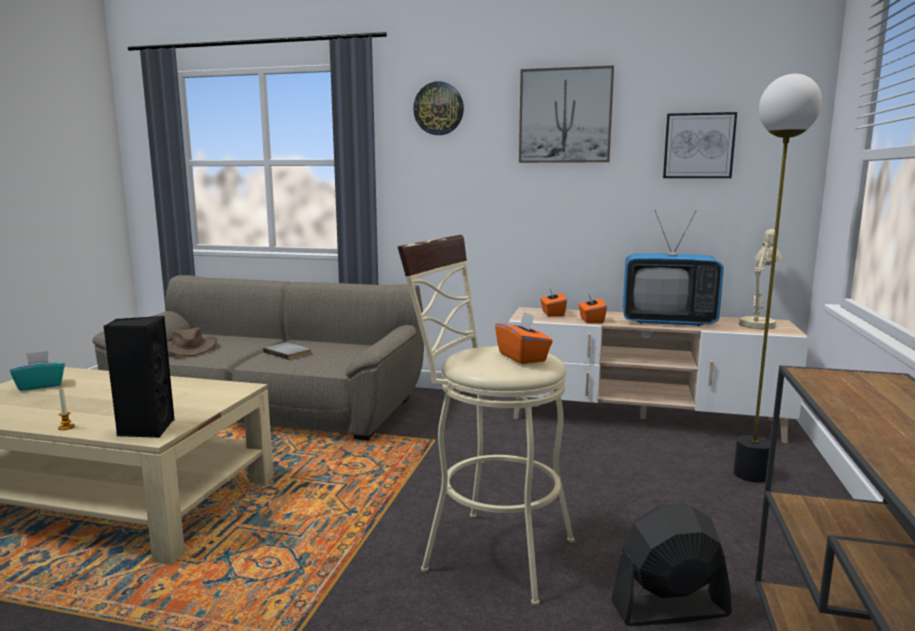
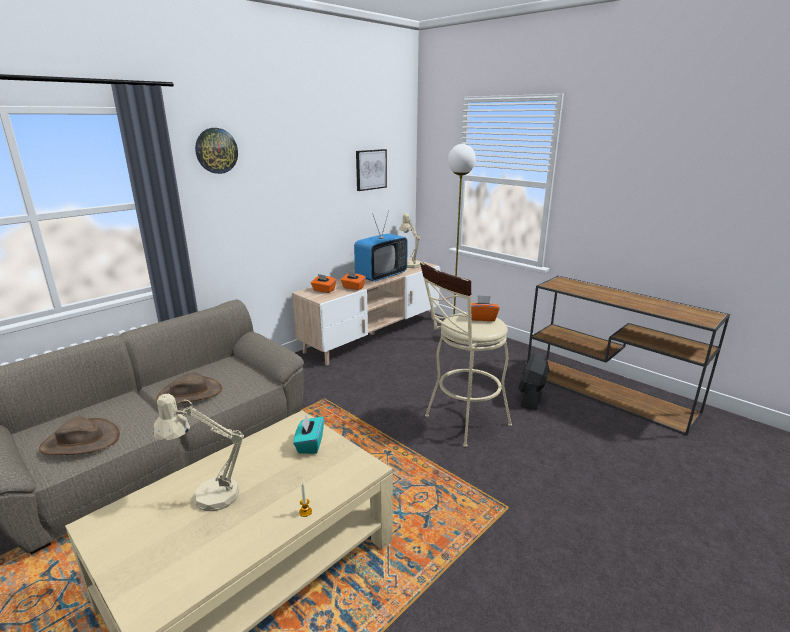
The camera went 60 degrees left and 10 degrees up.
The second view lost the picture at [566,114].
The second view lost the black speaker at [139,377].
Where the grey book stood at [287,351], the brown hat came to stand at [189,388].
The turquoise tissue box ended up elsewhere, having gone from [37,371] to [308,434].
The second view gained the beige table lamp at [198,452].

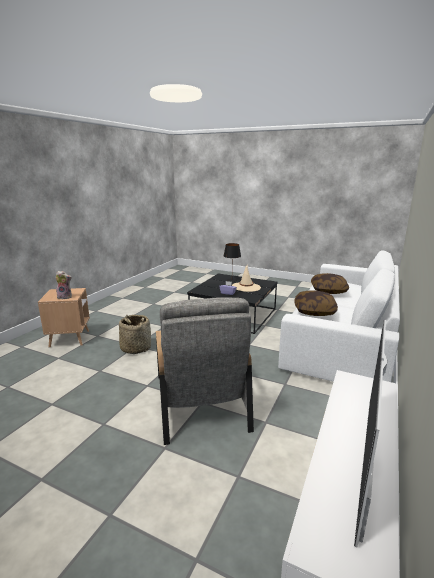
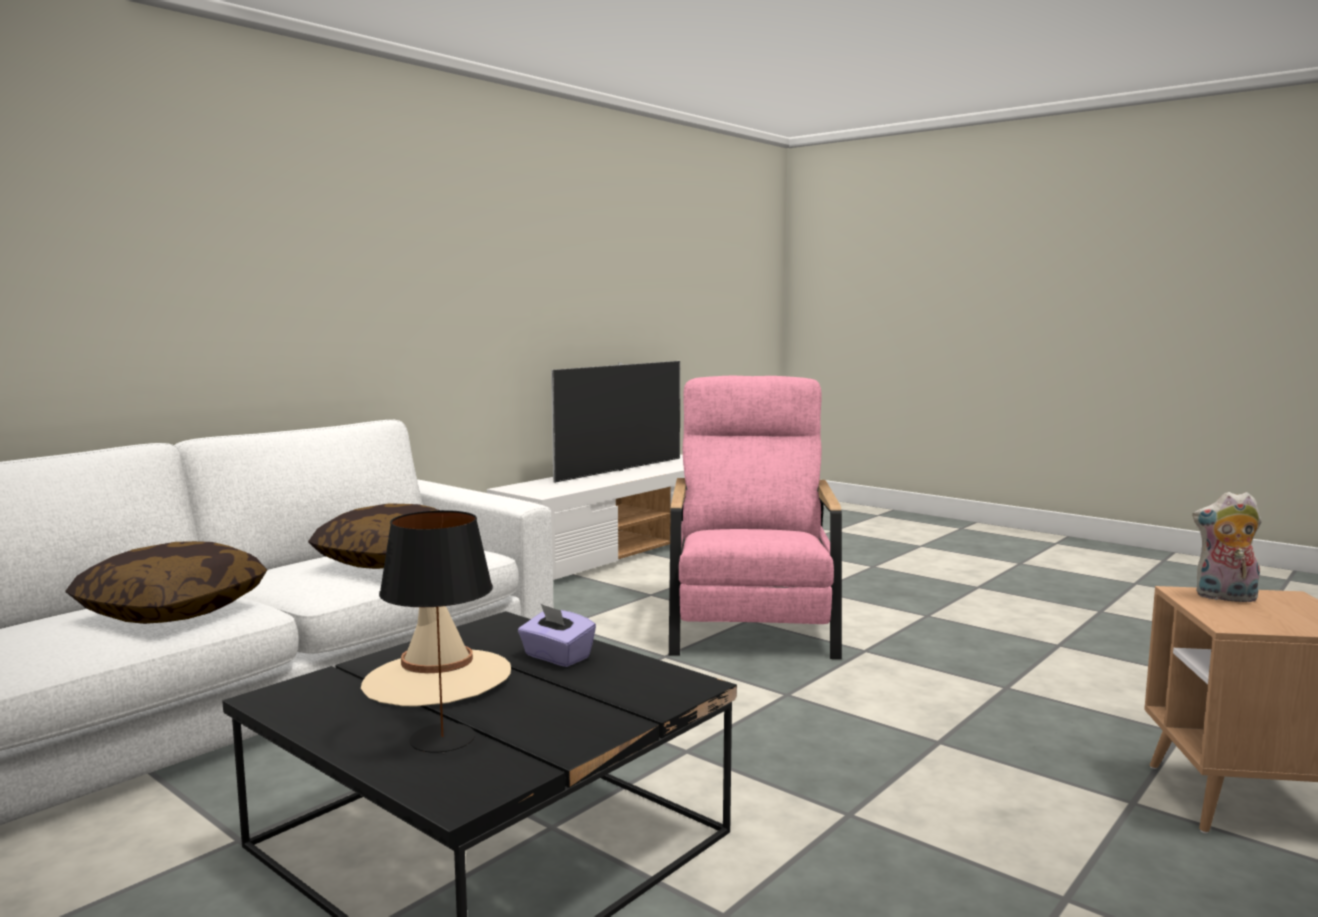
The camera went 165 degrees left and 10 degrees down.
What was the grey armchair at [205,371] turned into the pink armchair at [755,517].
The second view lost the basket at [135,334].

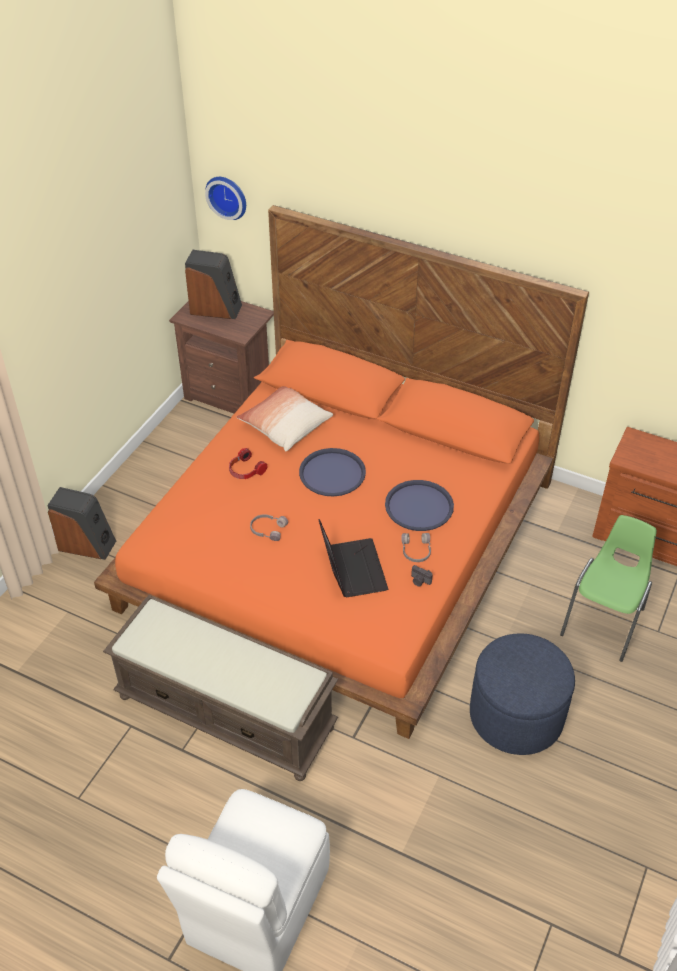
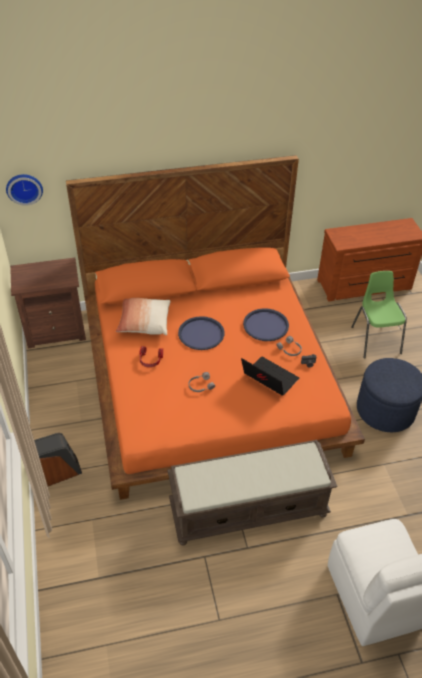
The camera went 40 degrees left and 0 degrees up.
The second view lost the speaker at [213,284].

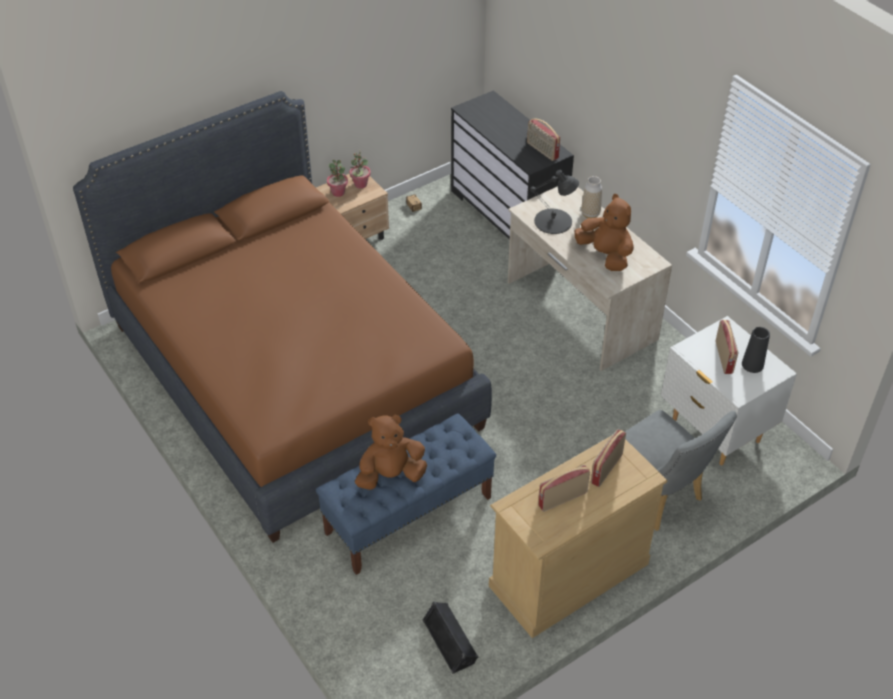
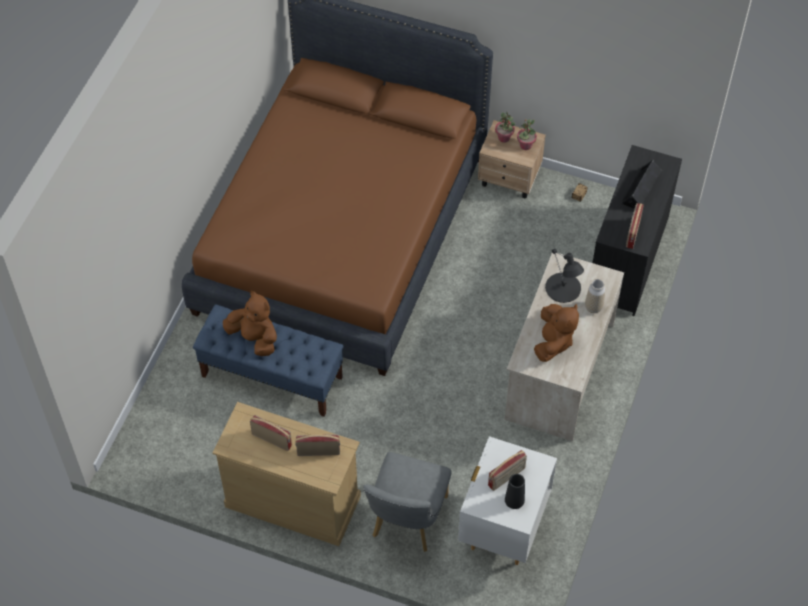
The camera went 55 degrees right and 10 degrees up.
The black speaker ended up elsewhere, having gone from [450,637] to [641,184].

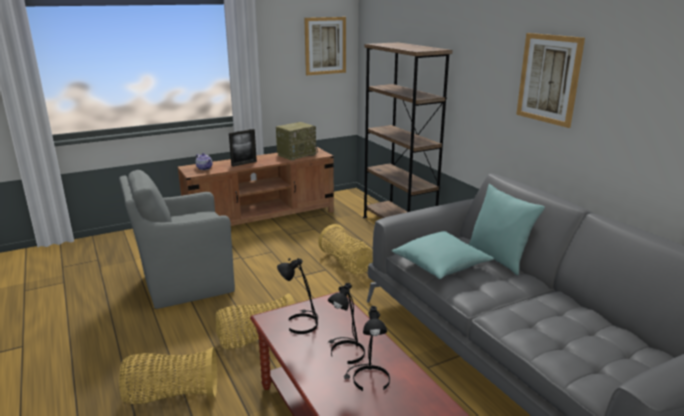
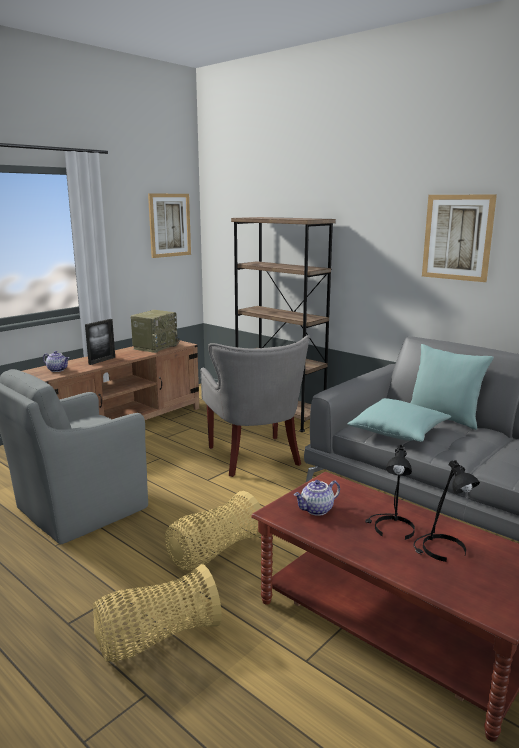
The camera went 20 degrees left and 5 degrees down.
Where the basket stood at [345,249], the grey armchair came to stand at [255,406].
Where the black table lamp stood at [297,296], the teapot came to stand at [317,498].

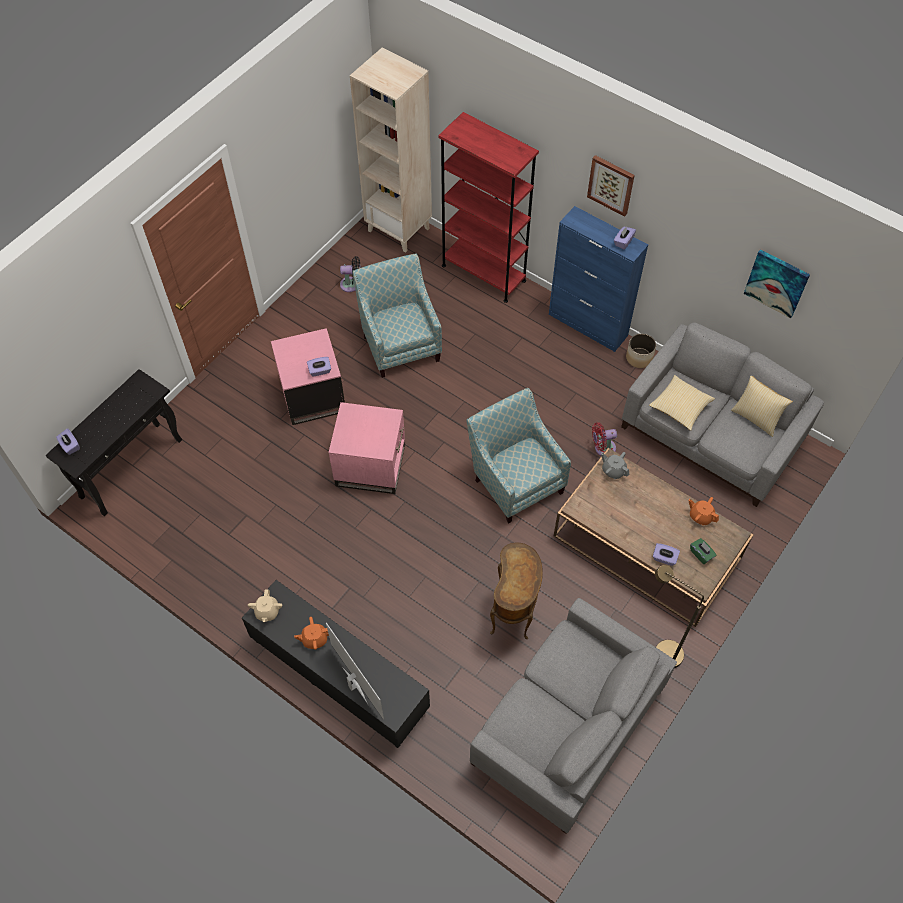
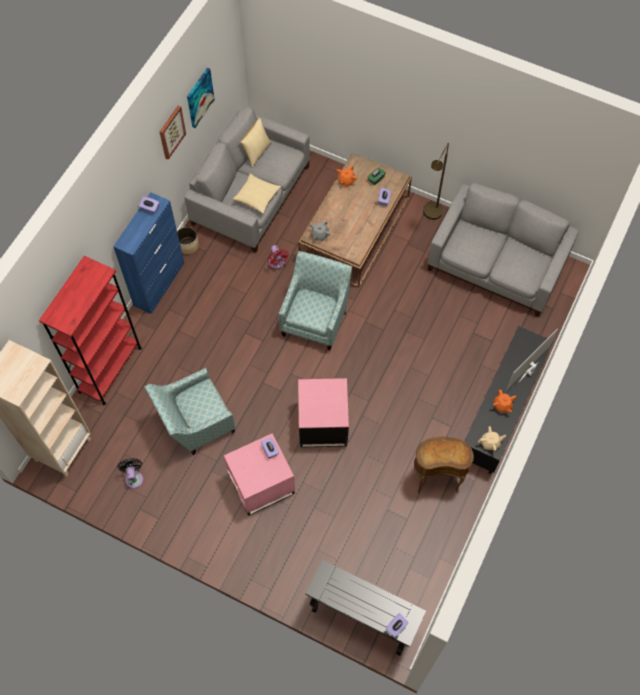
The camera went 100 degrees left and 5 degrees up.
The picture ended up elsewhere, having gone from [611,186] to [172,132].
The armchair at [519,455] ended up facing another way, 150 degrees clockwise from before.
The brown side table ended up elsewhere, having gone from [516,590] to [444,465].

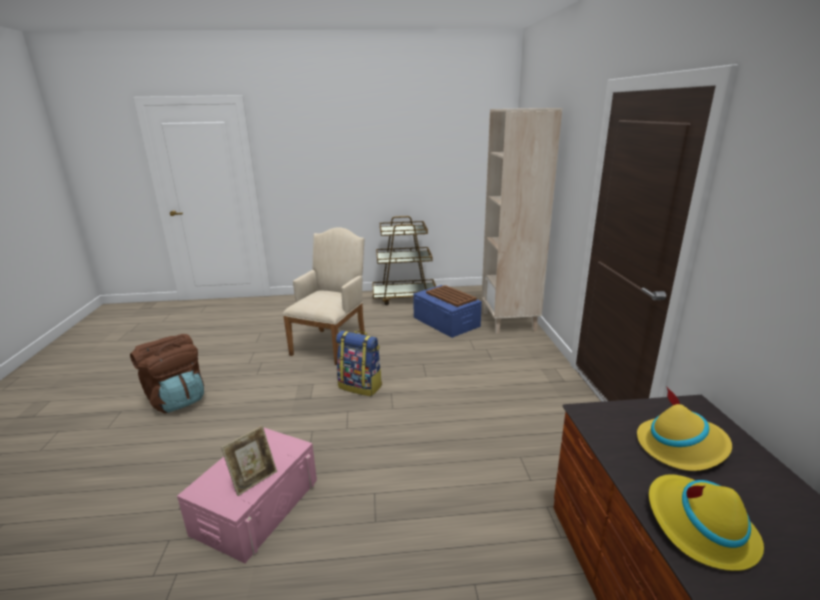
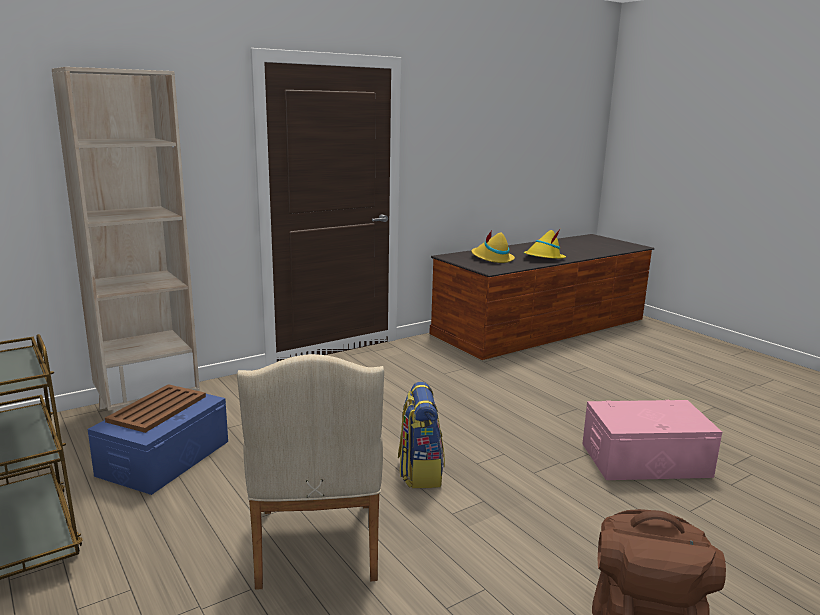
The camera went 120 degrees left and 5 degrees down.
The beige armchair at [323,296] ended up facing another way, 90 degrees counterclockwise from before.
The second view lost the picture frame at [249,461].

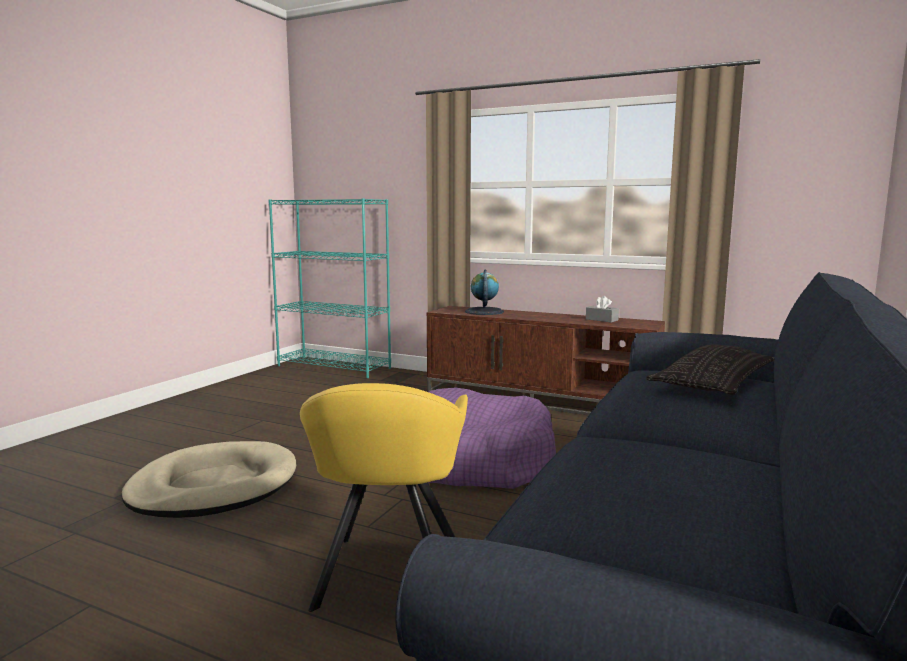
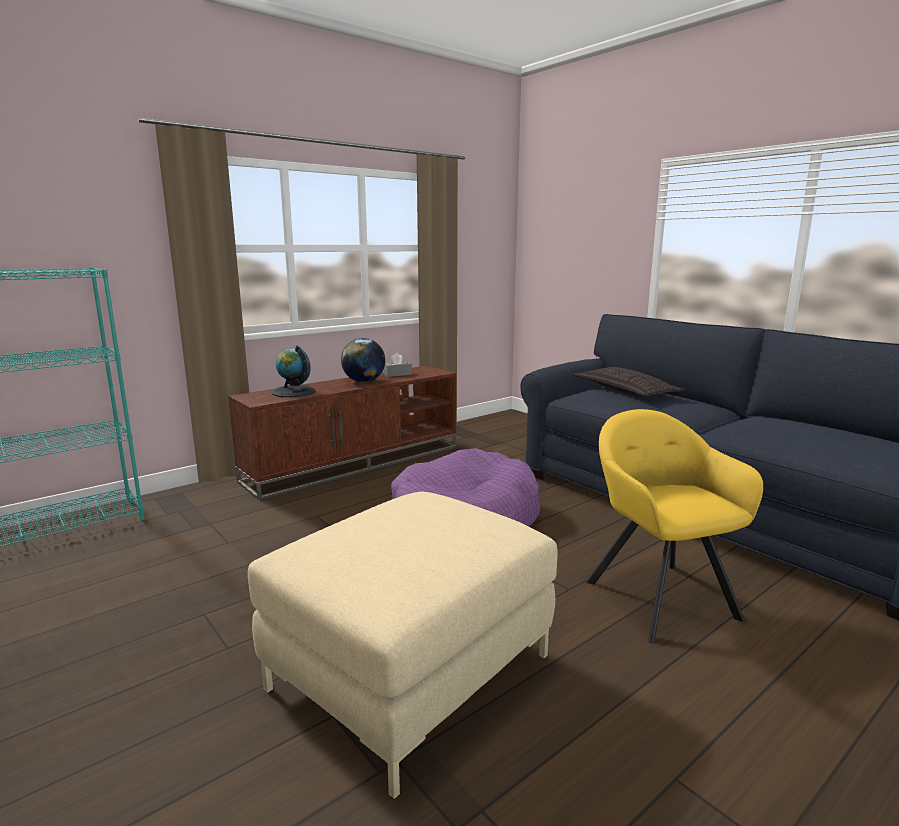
The camera went 65 degrees left and 5 degrees up.
The yellow armchair at [384,497] ended up facing another way, 135 degrees counterclockwise from before.
Where the beige dog bed stood at [209,479], the beige ottoman came to stand at [403,645].
The second view gained the globe at [363,360].

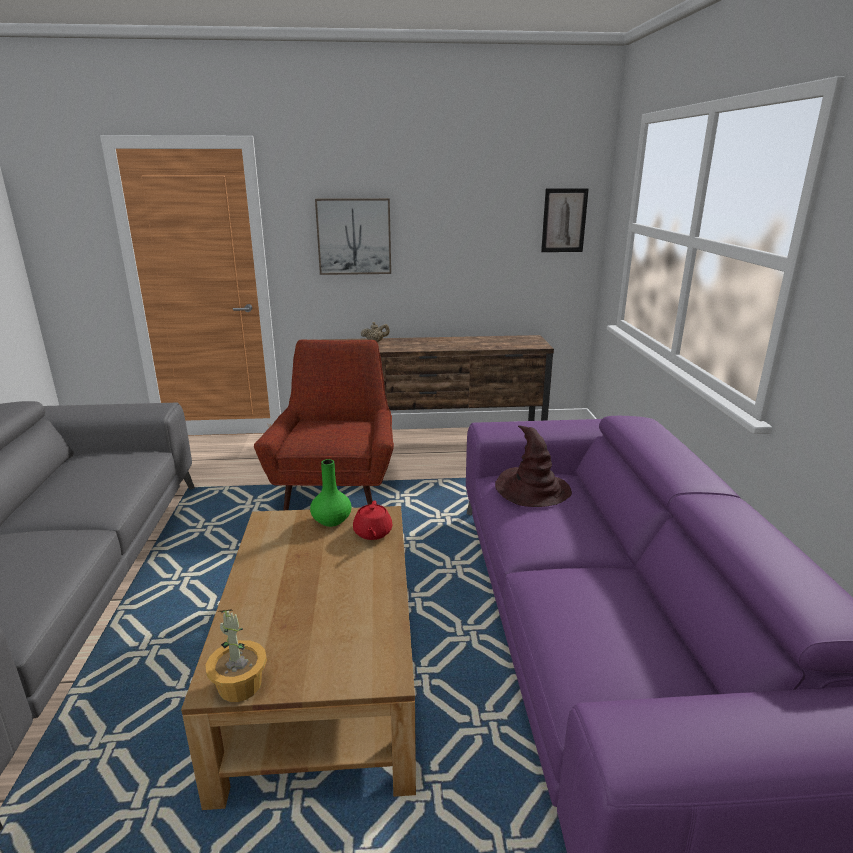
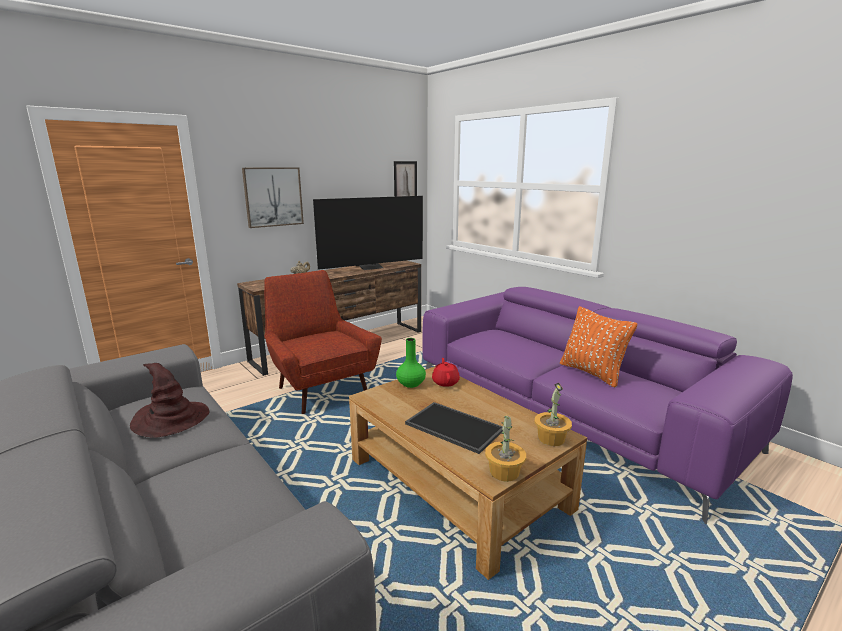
The camera went 35 degrees left and 5 degrees down.
The brown hat ended up elsewhere, having gone from [533,466] to [169,400].
The red teapot at [372,520] ended up facing another way, 150 degrees counterclockwise from before.
The second view gained the television at [368,233].
The second view gained the orange pillow at [599,347].
The second view gained the potted plant at [553,414].
The second view gained the tray at [454,428].

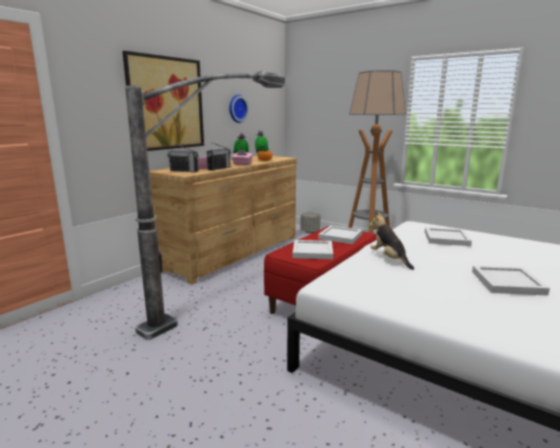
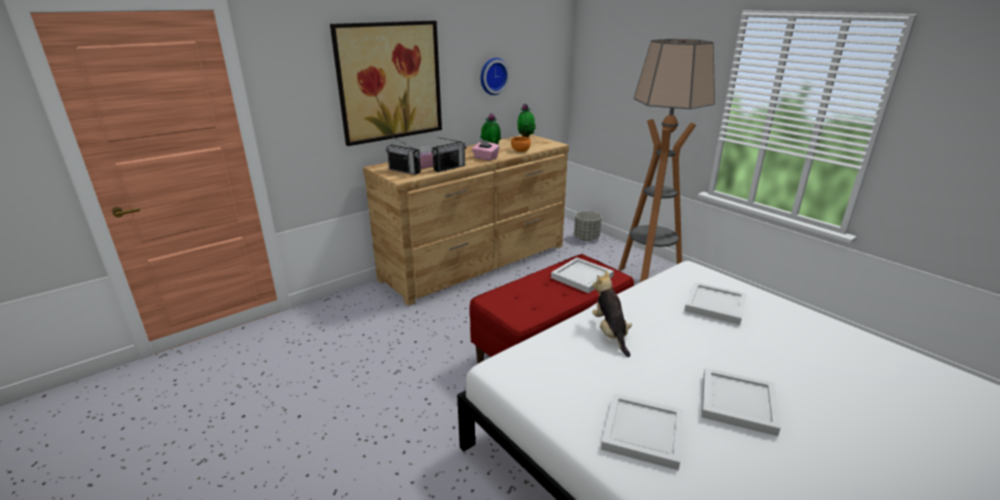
The camera went 15 degrees right and 10 degrees up.
The second view lost the floor lamp at [205,205].
The white tray ended up elsewhere, having gone from [312,249] to [642,432].

